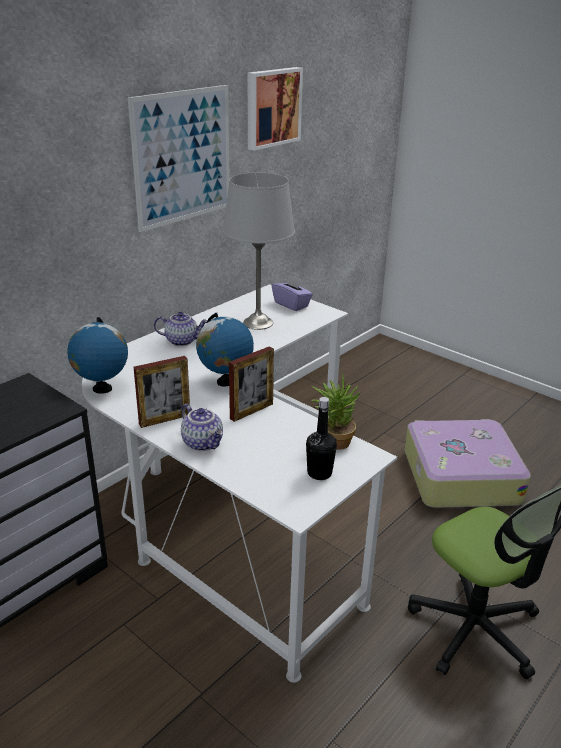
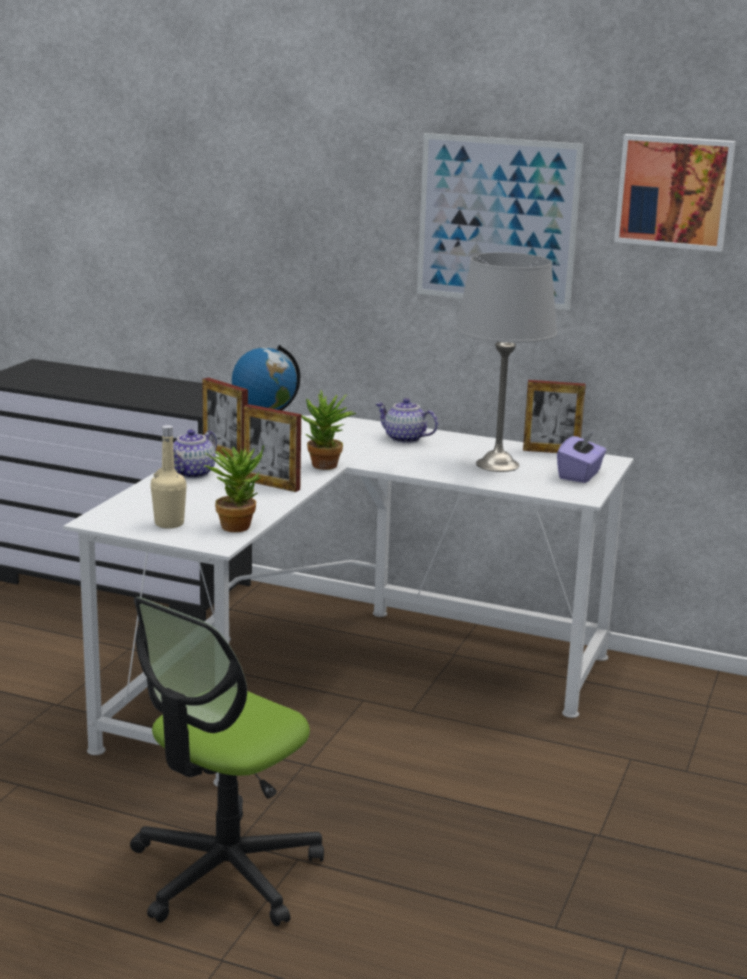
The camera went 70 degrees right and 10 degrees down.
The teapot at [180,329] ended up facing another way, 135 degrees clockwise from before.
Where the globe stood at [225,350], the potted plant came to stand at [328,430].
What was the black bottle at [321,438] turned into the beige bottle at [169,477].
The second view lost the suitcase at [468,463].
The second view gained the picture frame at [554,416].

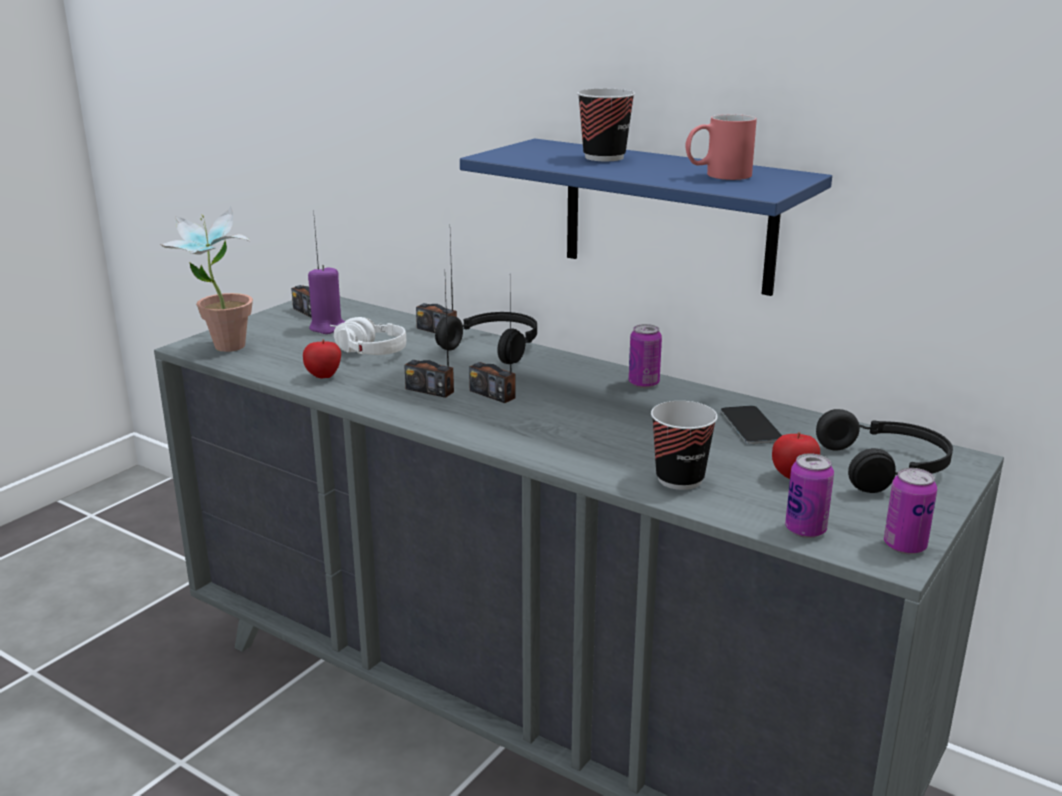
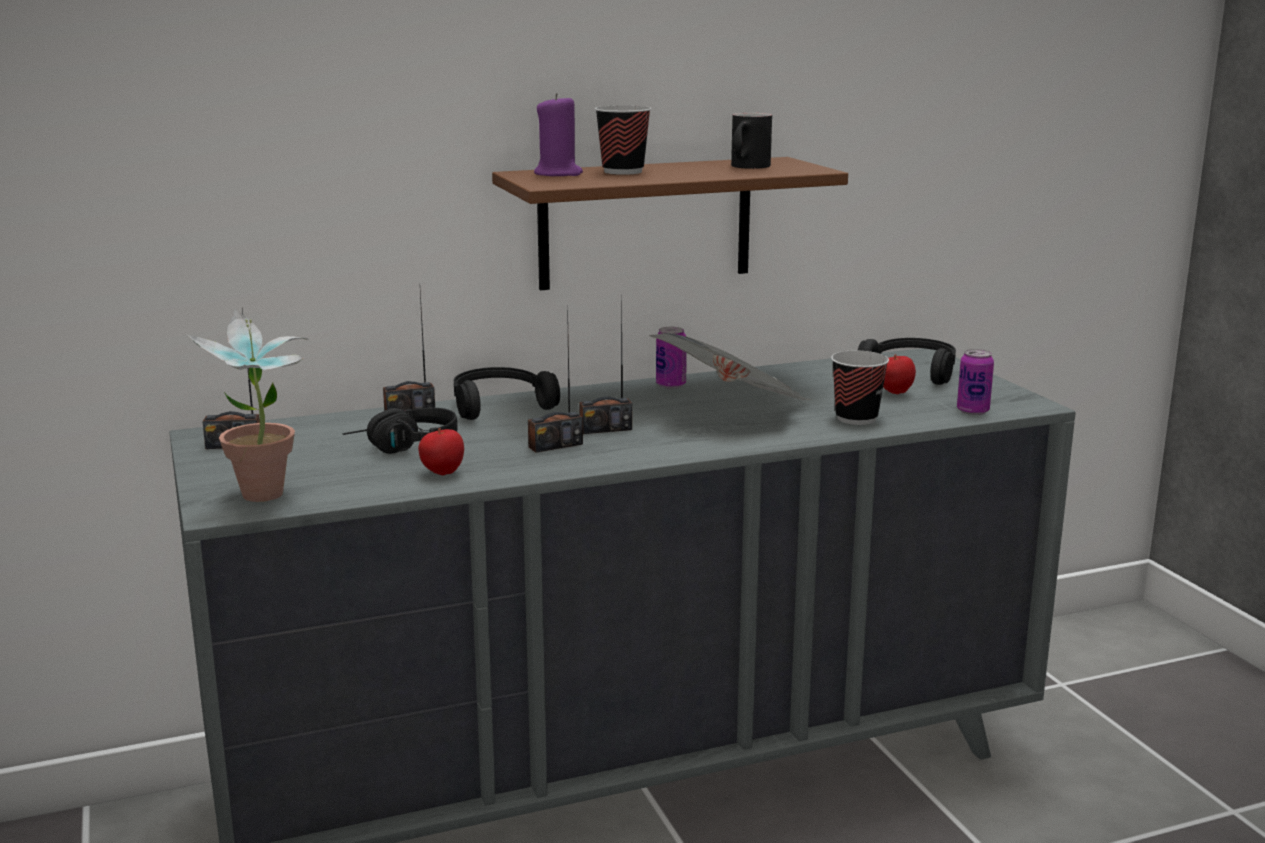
The camera went 55 degrees left and 5 degrees down.
What was the red mug at [721,147] turned into the black mug at [751,141].
What was the blue shelf at [646,217] turned into the brown shelf at [670,223].
The purple candle ended up elsewhere, having gone from [326,299] to [558,134].
What was the white headphones at [368,336] turned into the black headphones at [400,431].
The second view lost the phone at [751,425].
The second view lost the can at [910,511].
The second view gained the newspaper at [730,366].

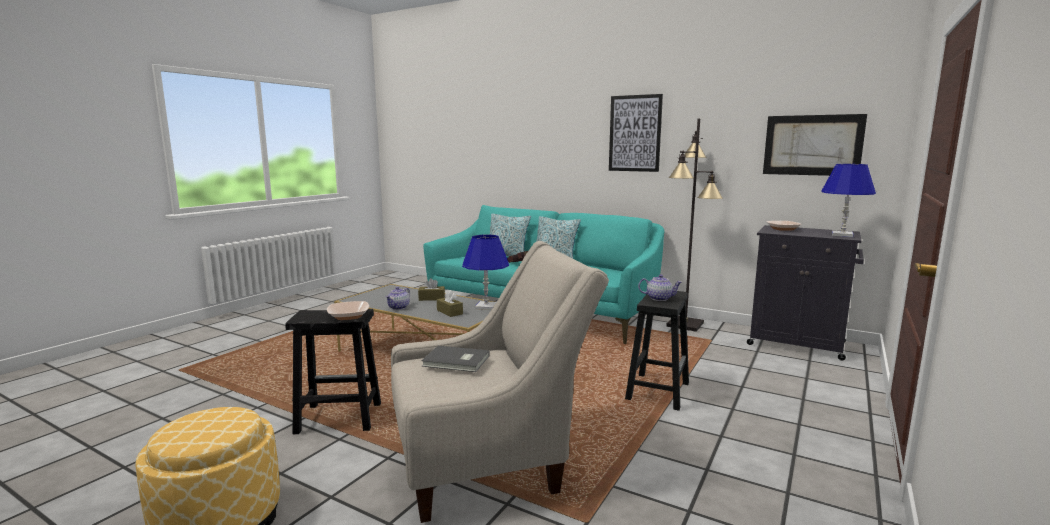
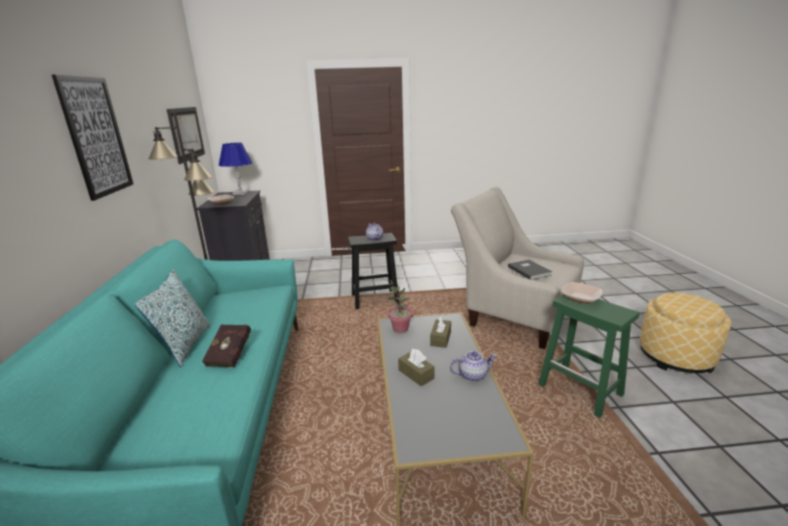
The camera went 125 degrees left and 10 degrees up.
The second view lost the pillow at [510,234].
Where the blue table lamp stood at [485,272], the potted plant came to stand at [400,309].
What was the black stool at [333,371] turned into the green stool at [589,356].

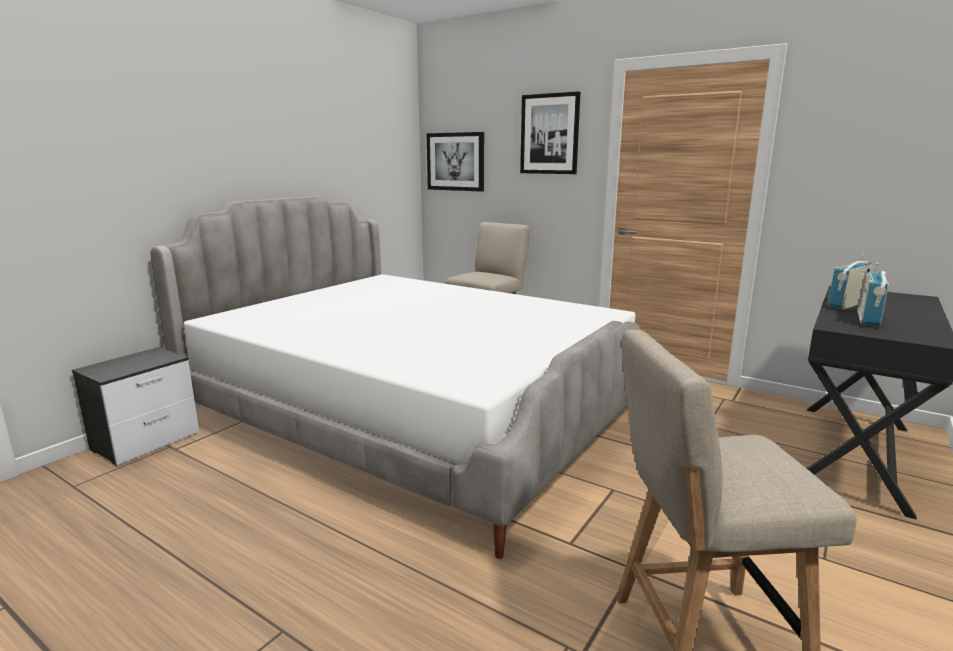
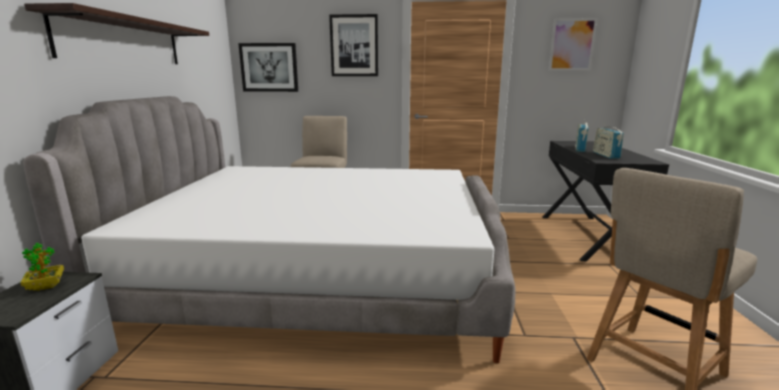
The camera went 30 degrees left and 0 degrees up.
The second view gained the shelf at [116,33].
The second view gained the picture at [573,44].
The second view gained the potted plant at [42,267].

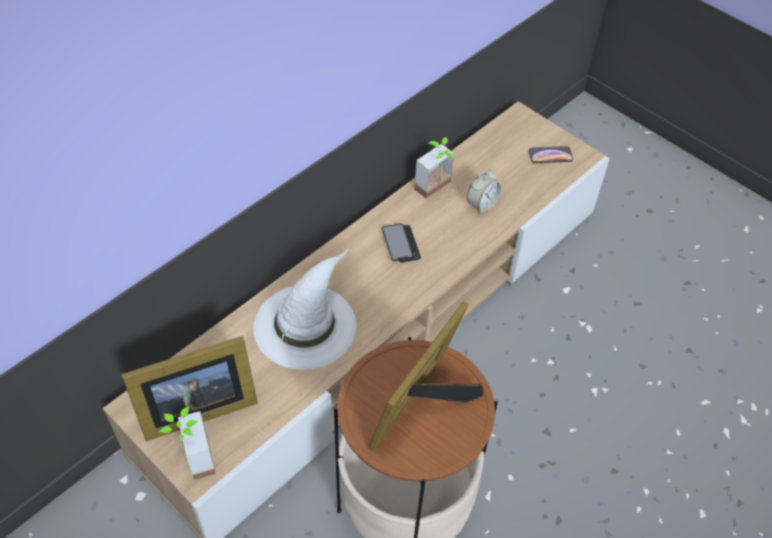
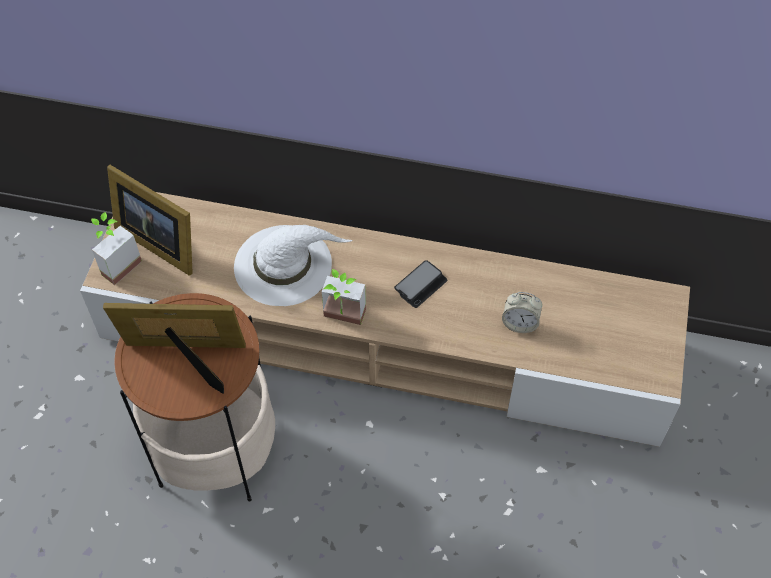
The camera went 60 degrees right and 5 degrees up.
The potted plant ended up elsewhere, having gone from [434,168] to [344,297].
The second view lost the phone at [551,154].

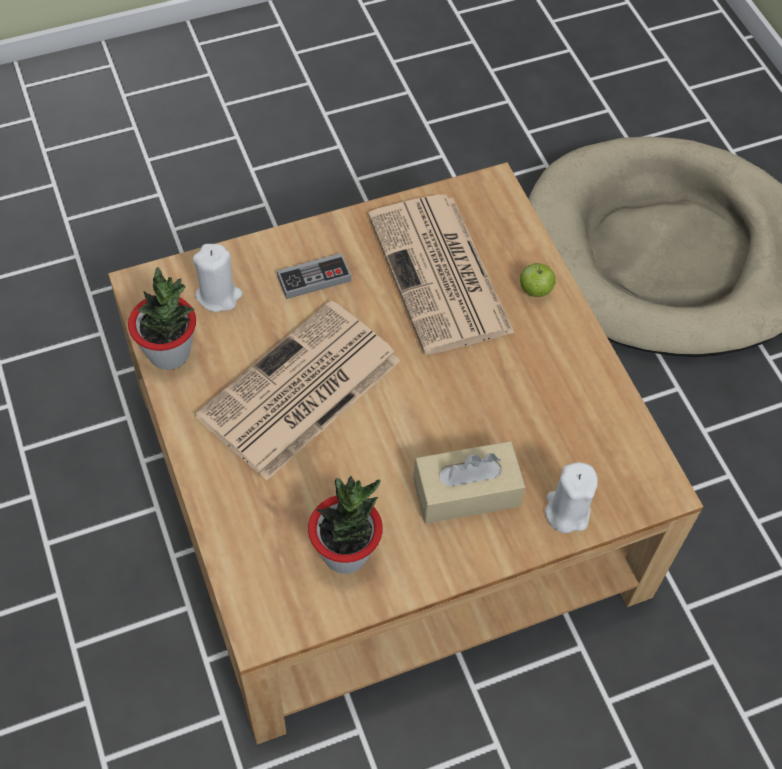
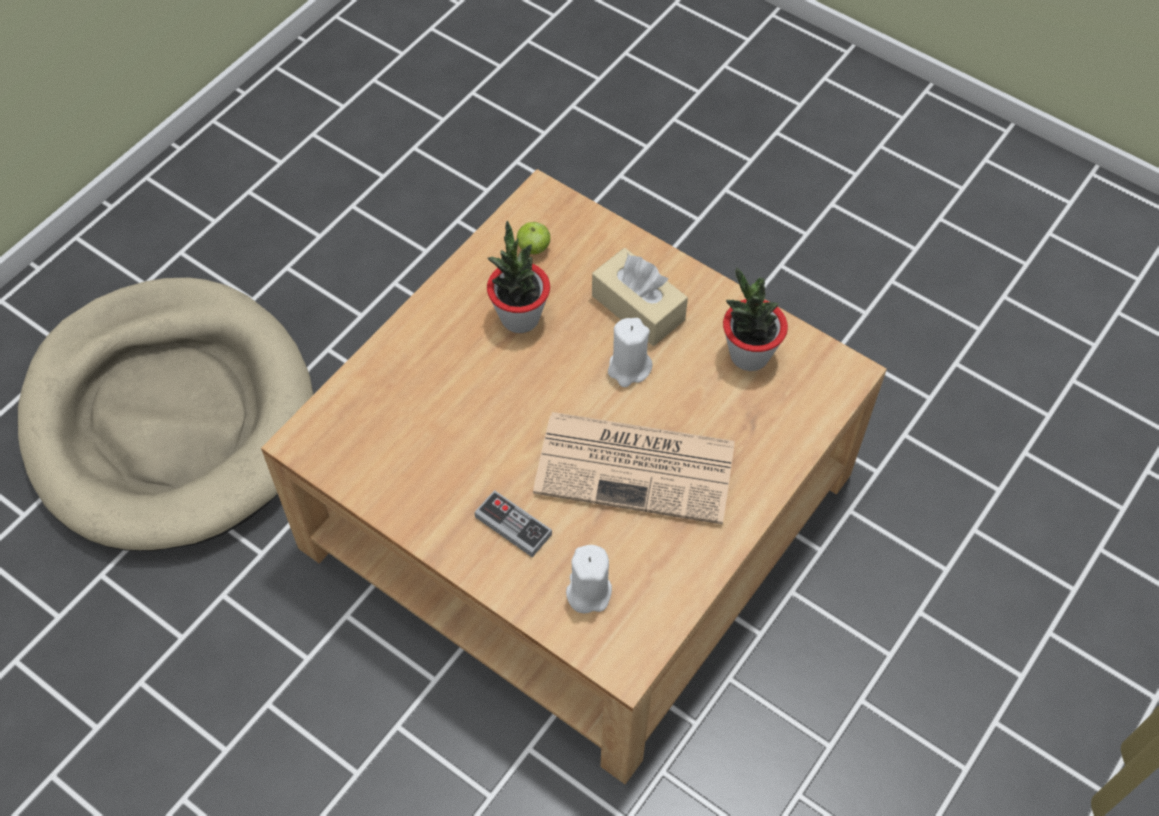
The camera went 120 degrees left and 0 degrees up.
The second view lost the newspaper at [441,274].
The apple ended up elsewhere, having gone from [538,279] to [534,238].
The potted plant ended up elsewhere, having gone from [162,318] to [518,277].
The white candle ended up elsewhere, having gone from [571,497] to [630,352].

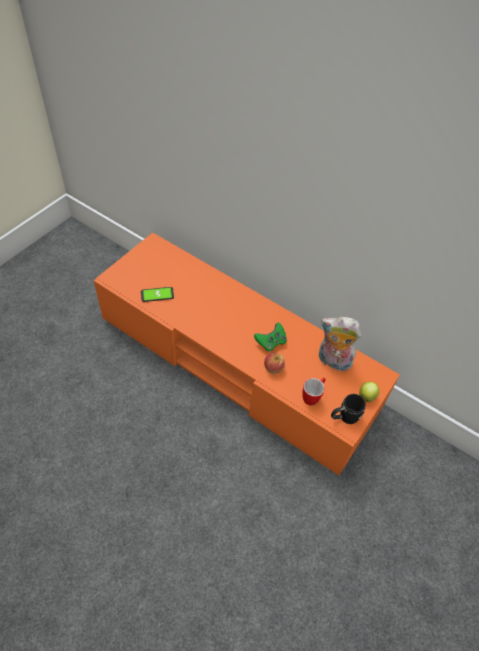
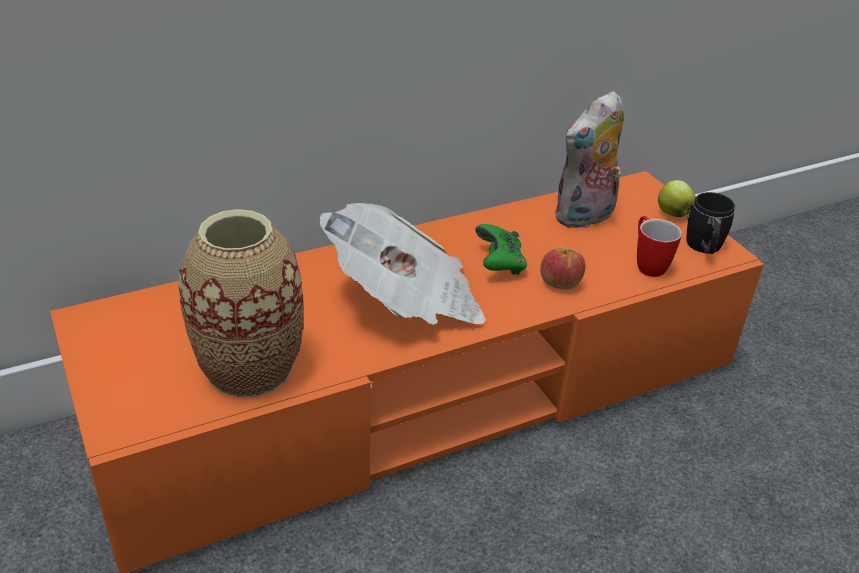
The camera went 60 degrees left and 15 degrees down.
Where the phone stood at [157,294], the vase came to stand at [240,303].
The second view gained the newspaper at [403,264].

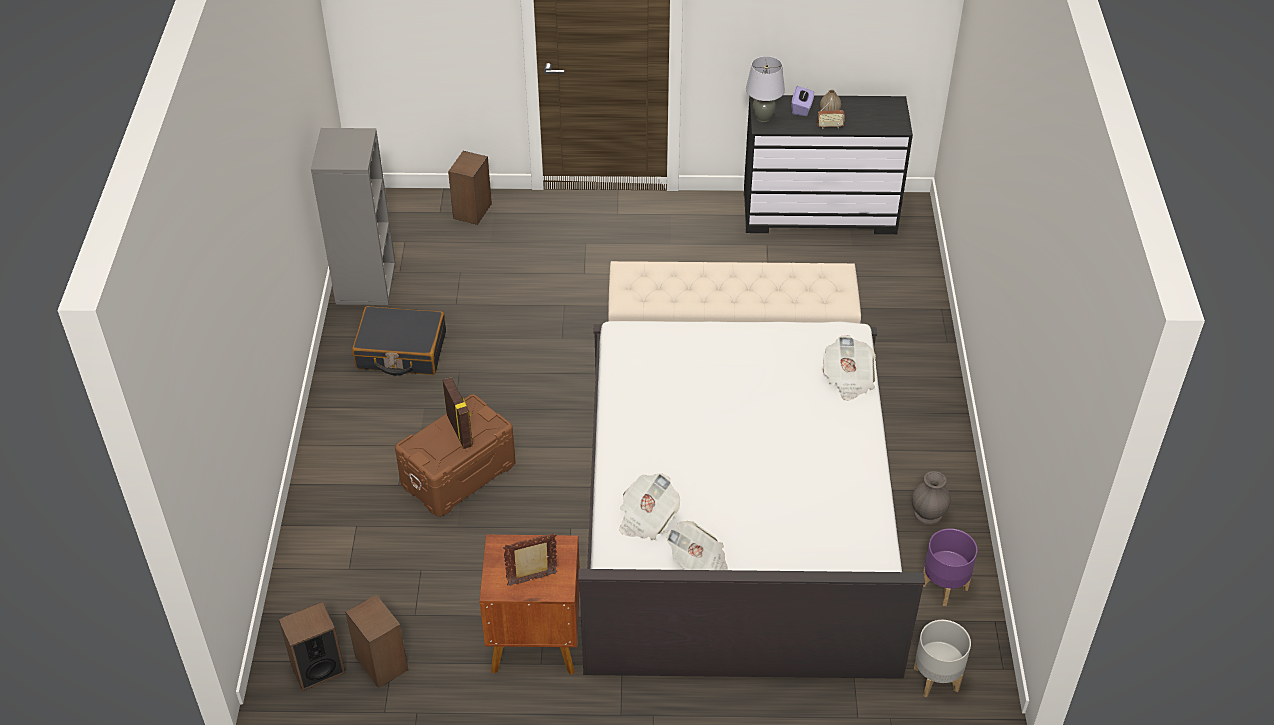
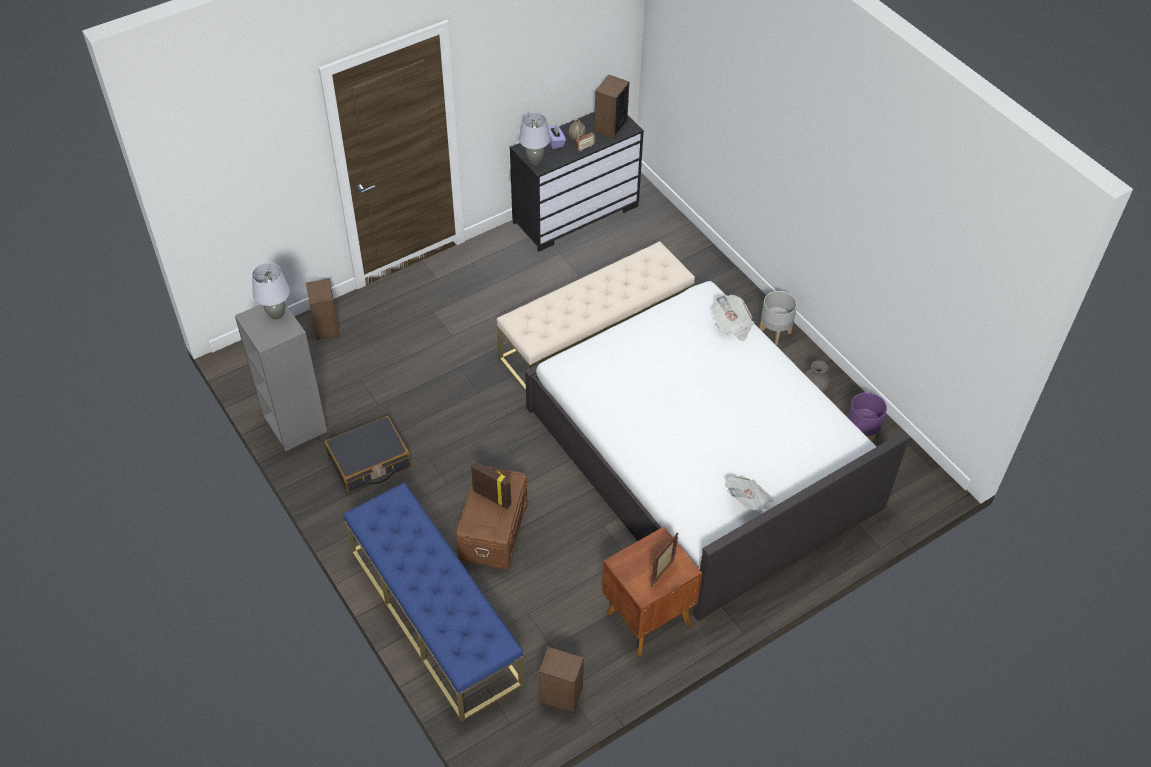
The camera went 35 degrees left and 5 degrees up.
The second view lost the newspaper at [649,506].
The speaker ended up elsewhere, having gone from [312,646] to [611,107].
The grey planter ended up elsewhere, having gone from [942,658] to [778,318].
The second view gained the grey table lamp at [271,291].
The second view gained the blue bench at [434,602].

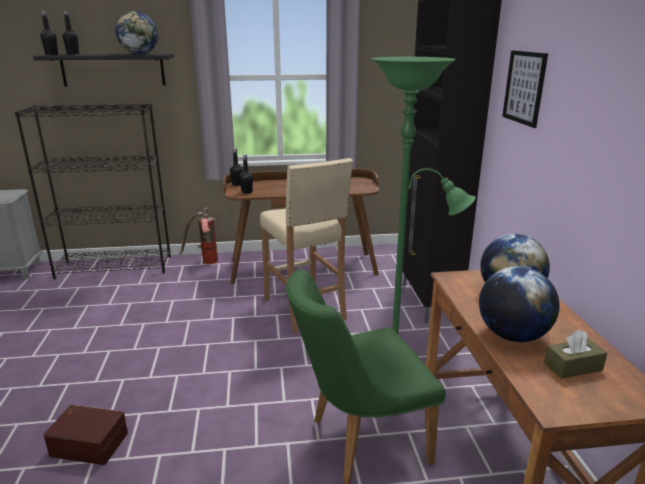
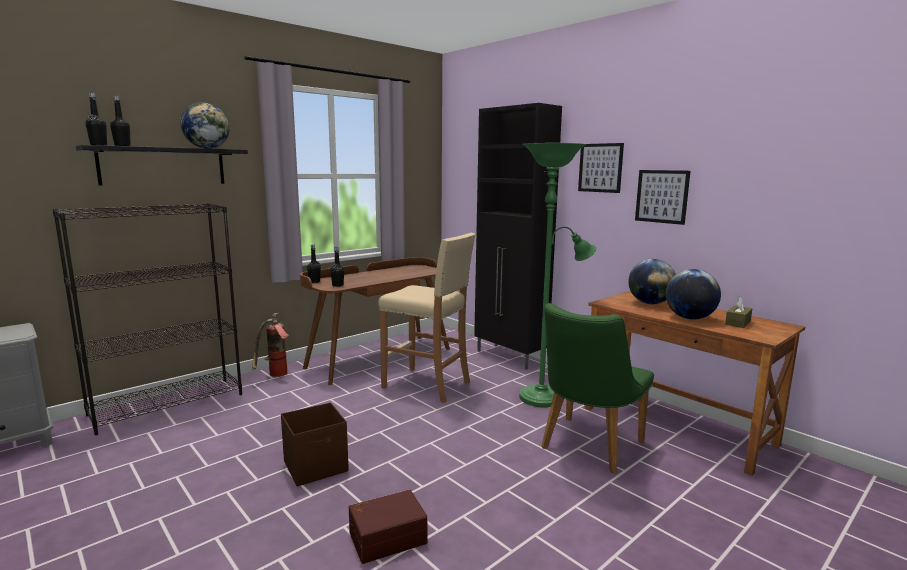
The camera went 35 degrees left and 10 degrees down.
The second view gained the picture at [663,197].
The second view gained the brown storage box at [315,444].

